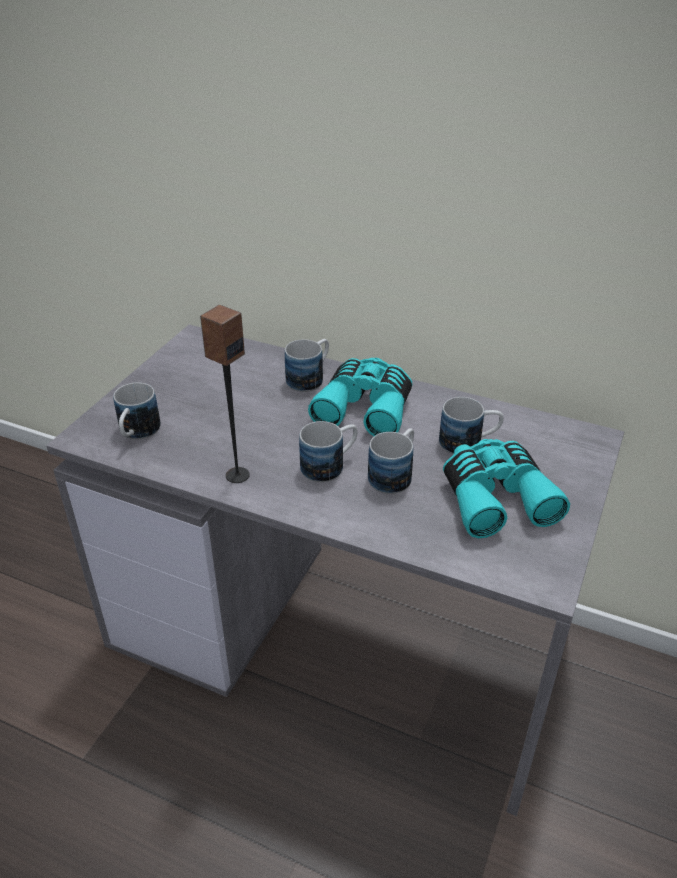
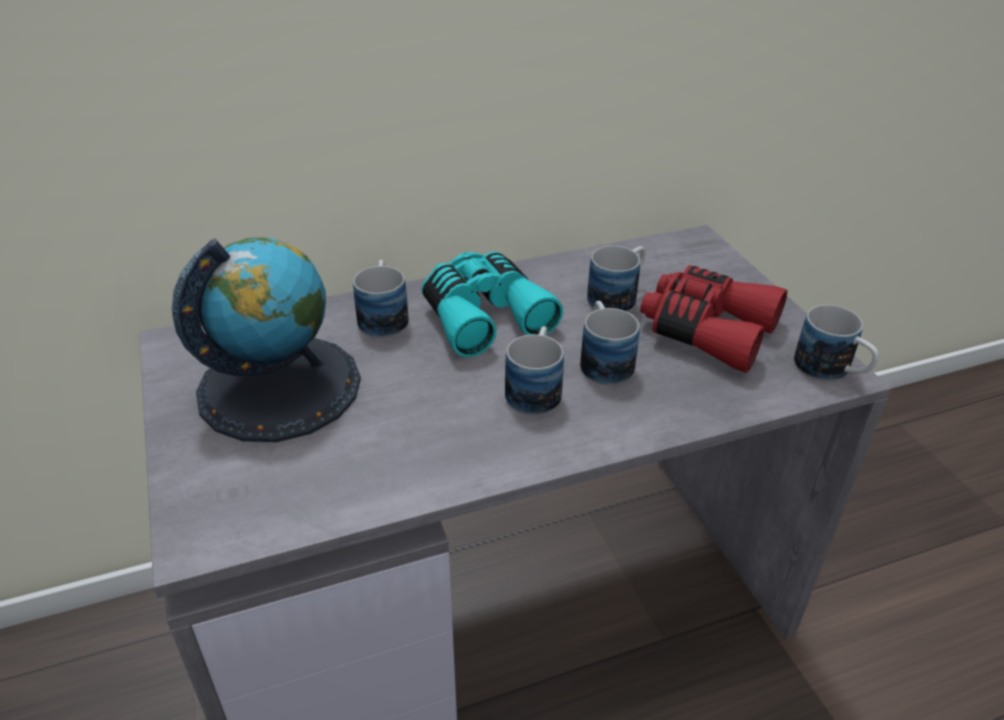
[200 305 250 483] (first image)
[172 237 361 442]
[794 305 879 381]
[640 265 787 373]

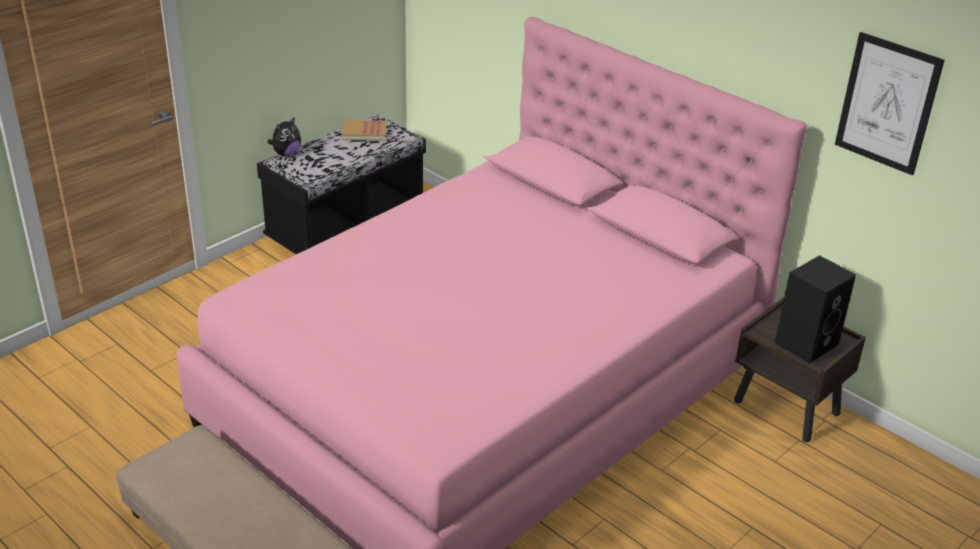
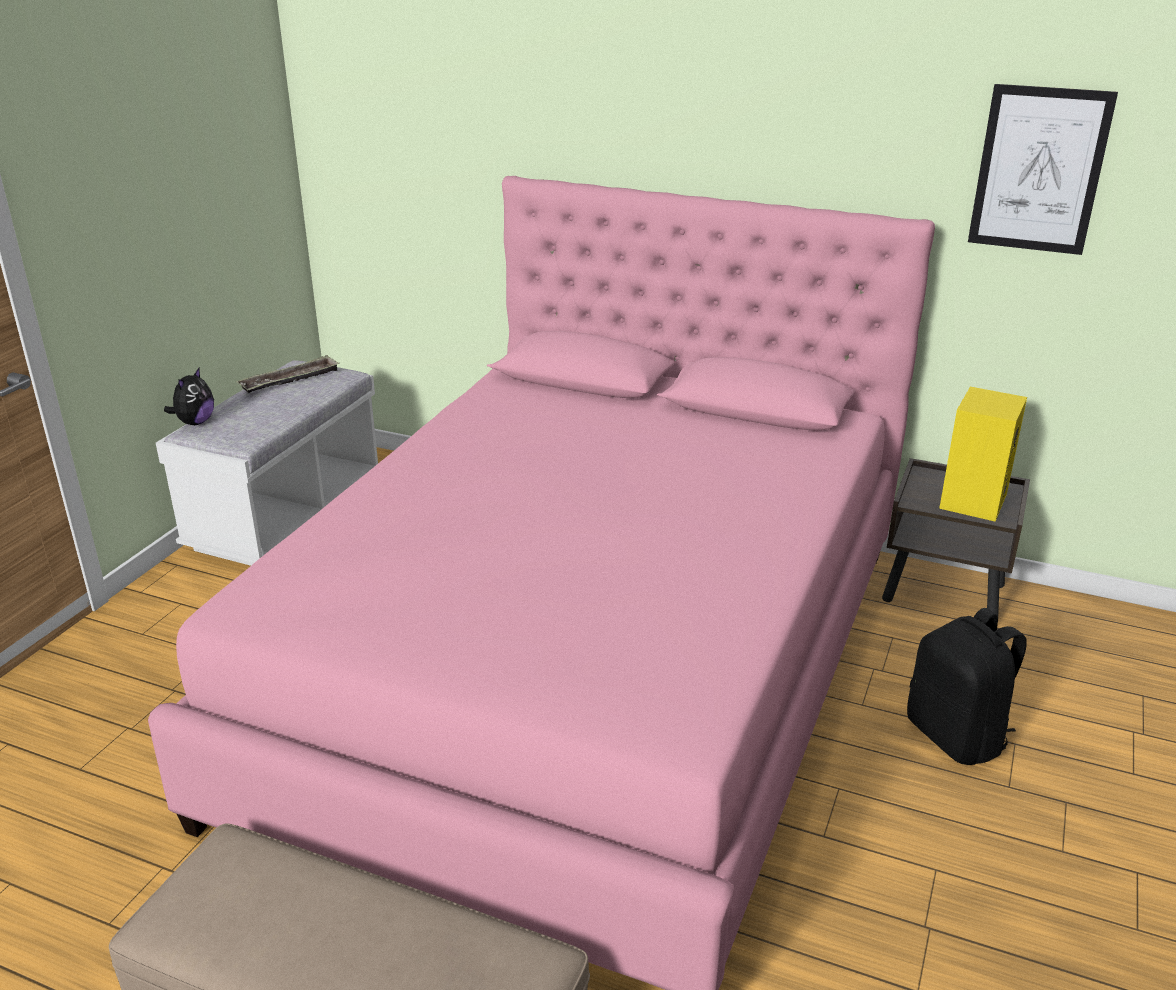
[907 608 1027 765]
[236 355 340 393]
[156 360 378 566]
[939 387 1027 522]

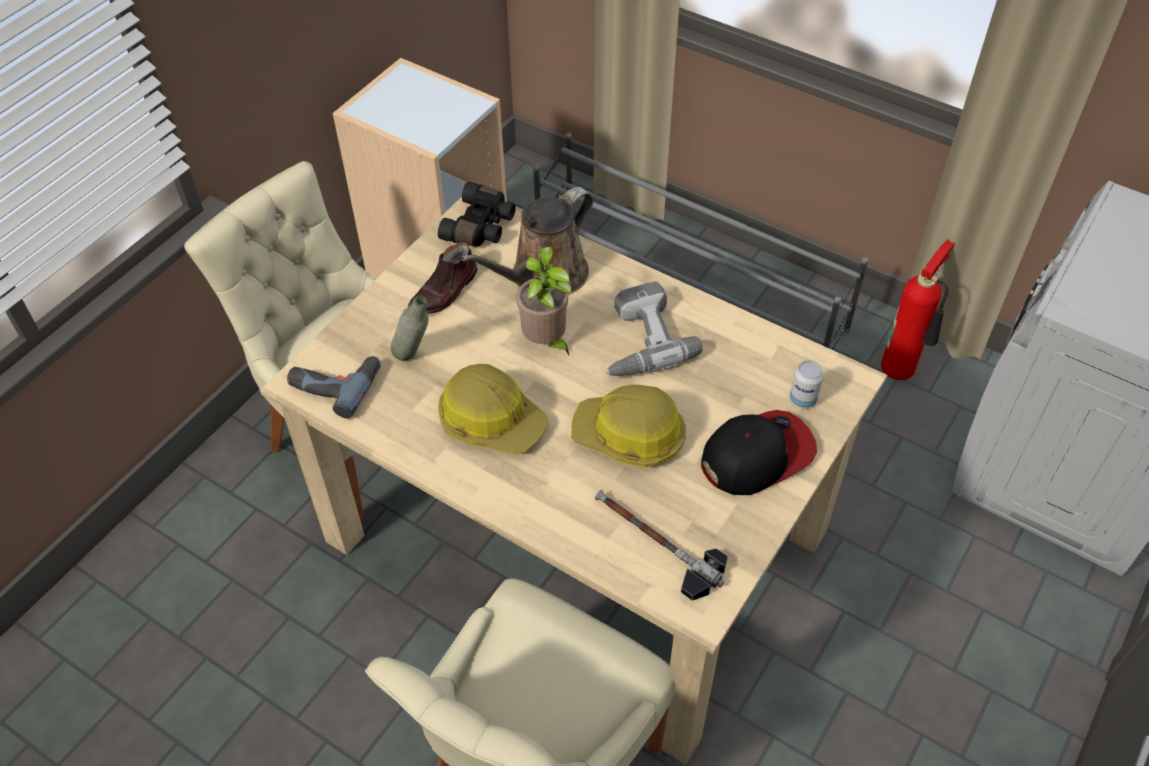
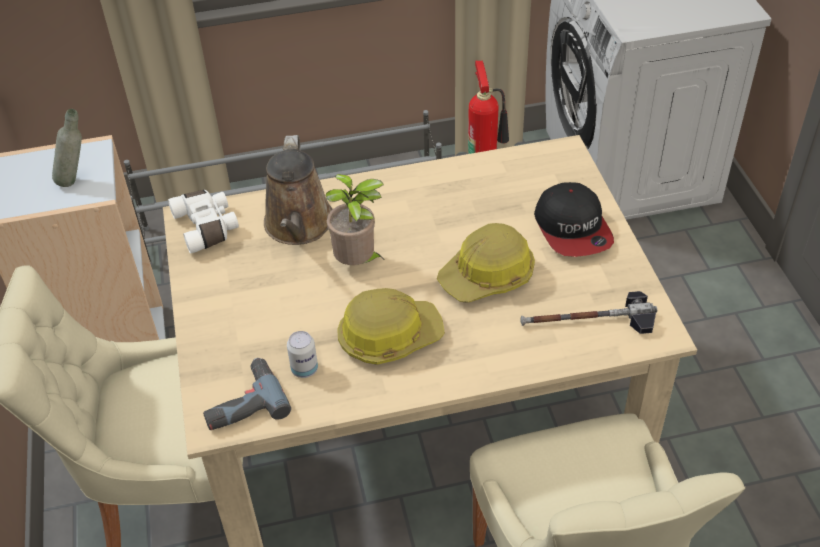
[408 242 478 314] (first image)
[606 281 703 376] (first image)
[52 109 82 187]
[287 331 318 378]
[168 190 239 254]
[534 182 614 257]

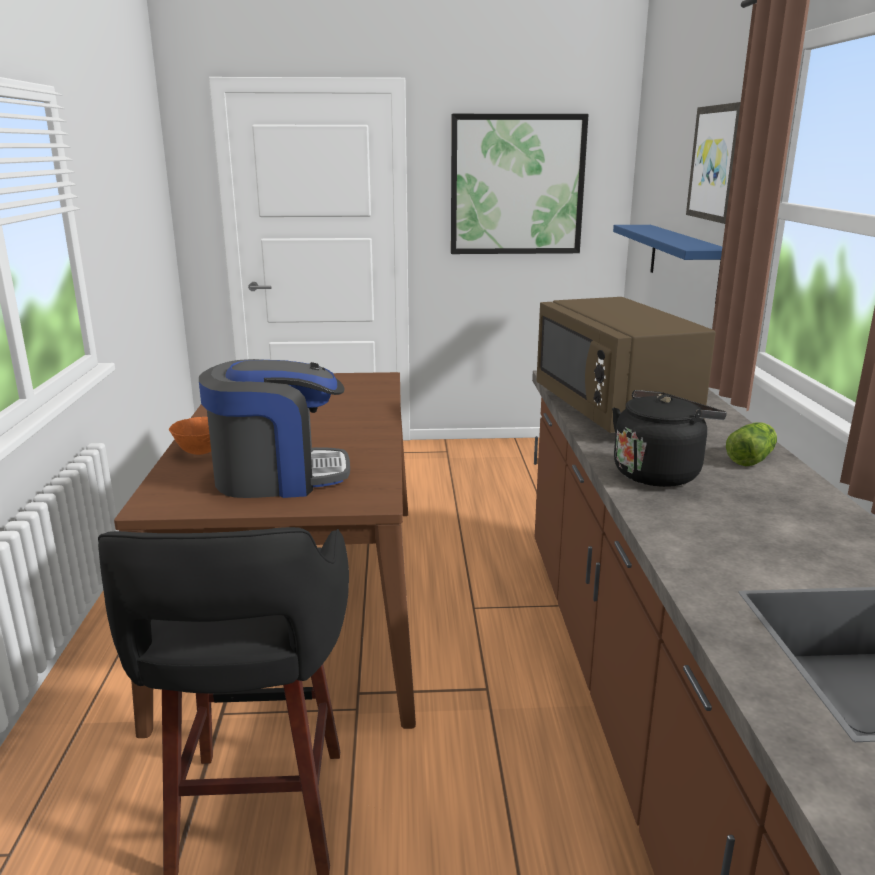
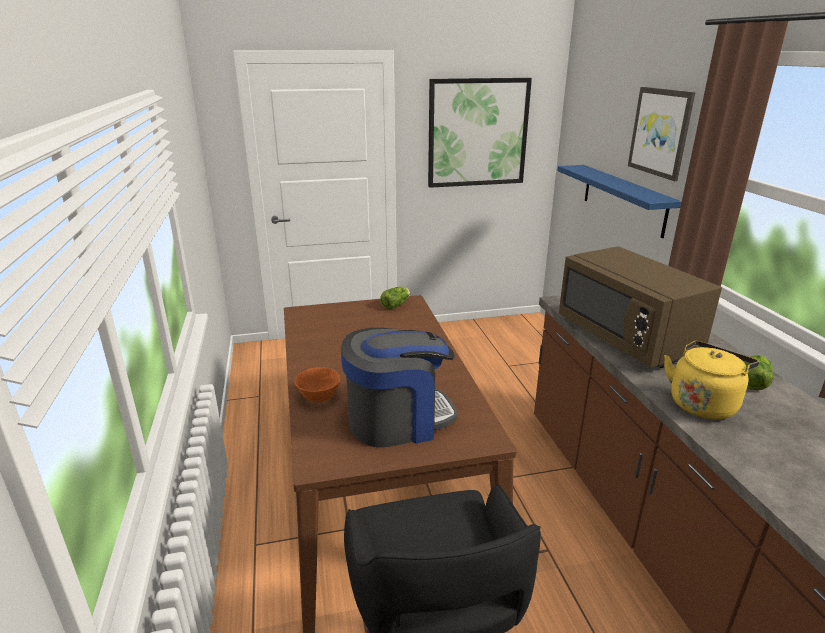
[380 287 410 309]
[664 341 759 420]

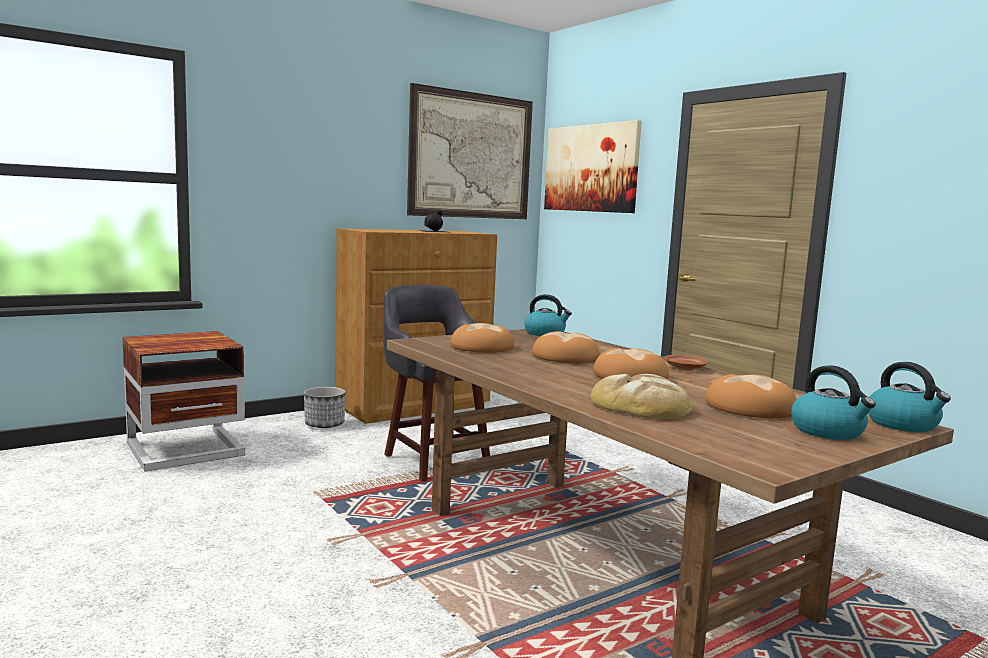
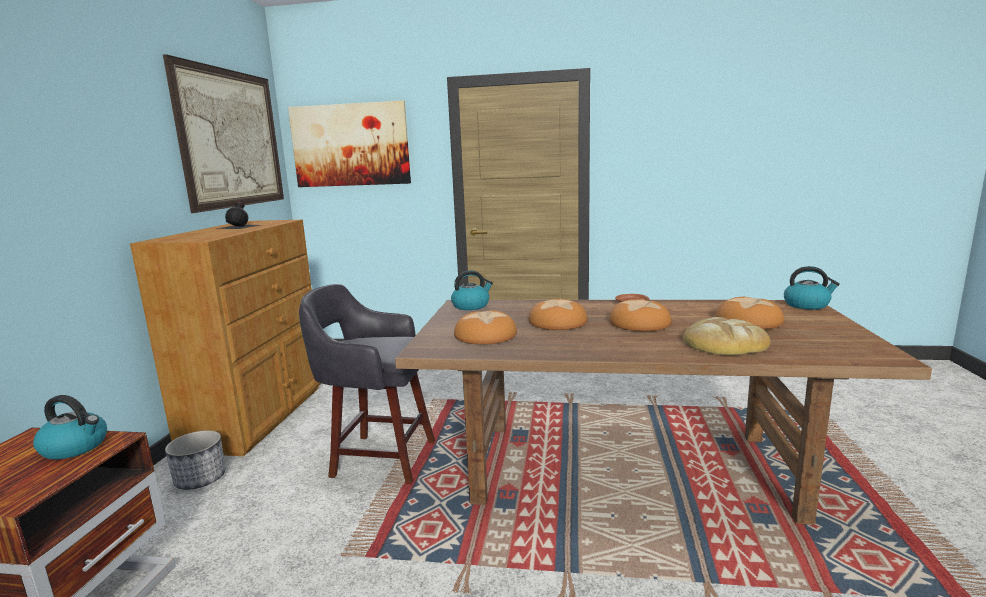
[33 395 107 460]

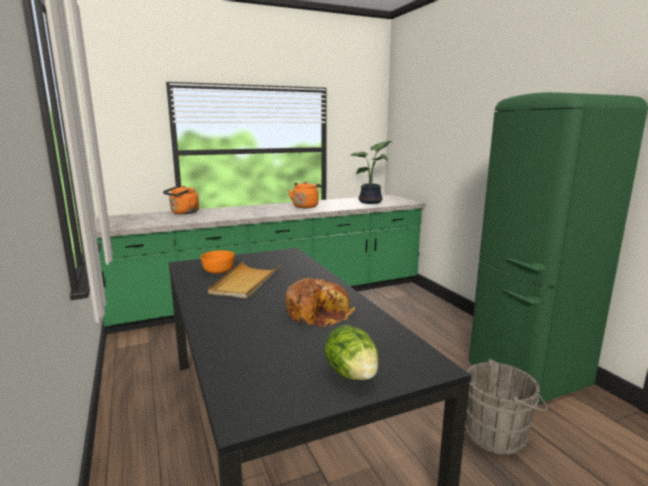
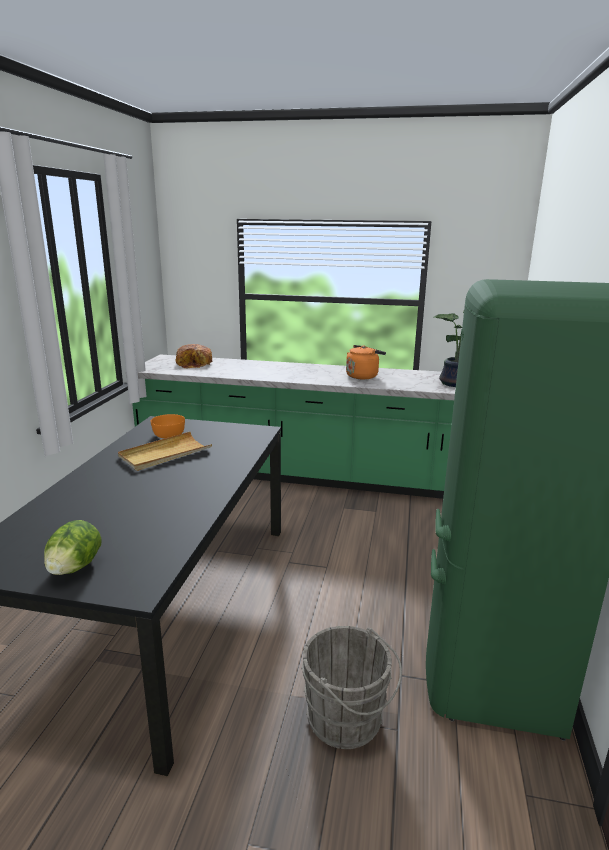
[163 186 199 214] (first image)
[175 344 212 369]

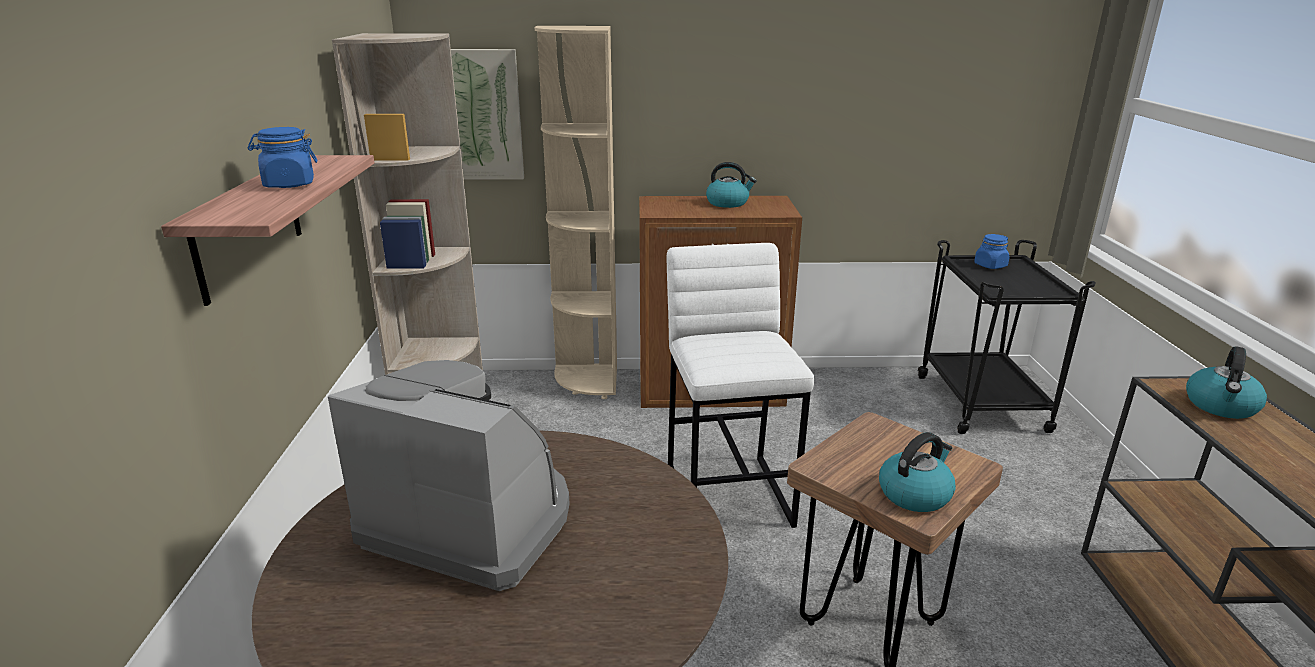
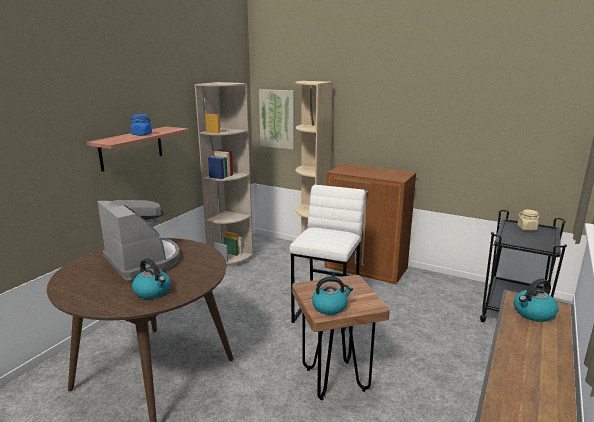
[132 258 171 299]
[517 210 540 231]

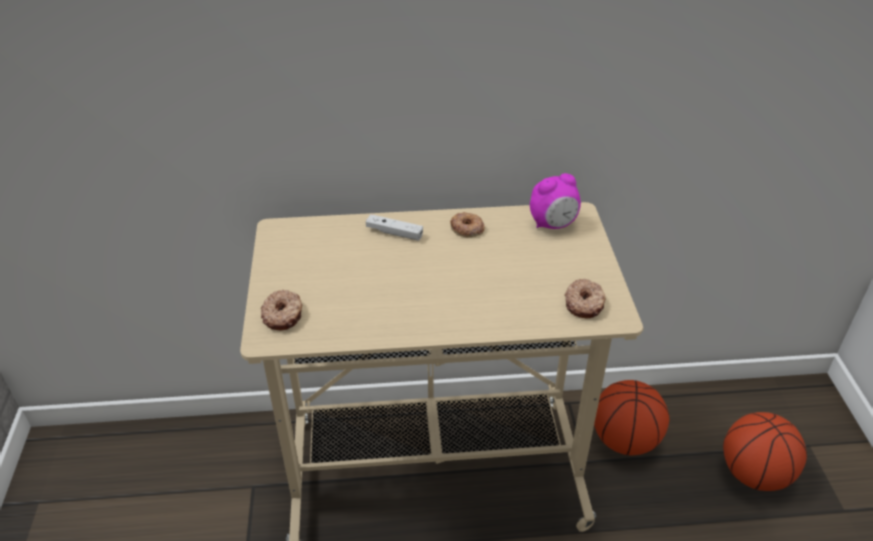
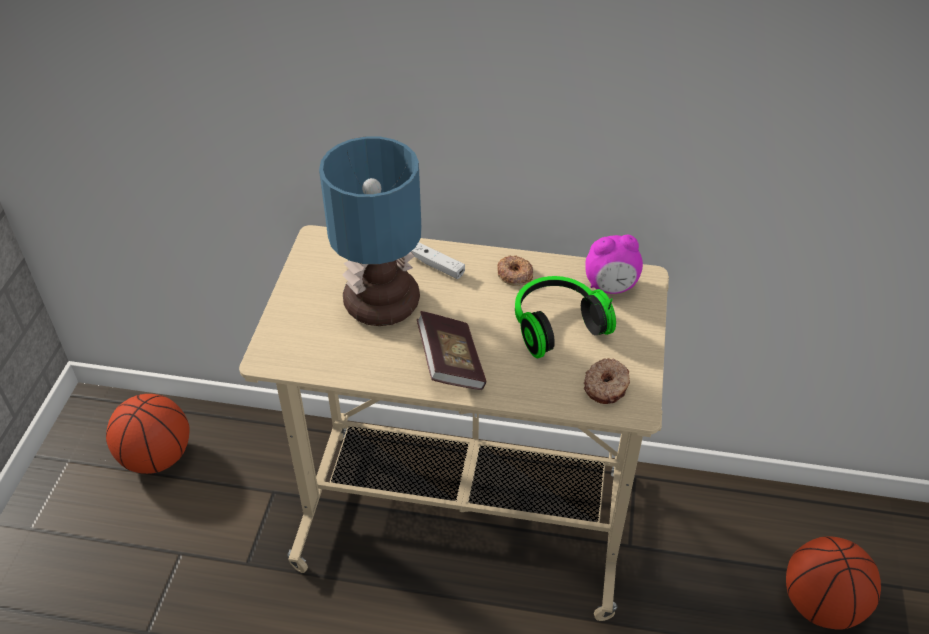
[261 290 303 330] (first image)
[319 136 422 326]
[417 311 486 390]
[515 276 616 358]
[106 394 189 474]

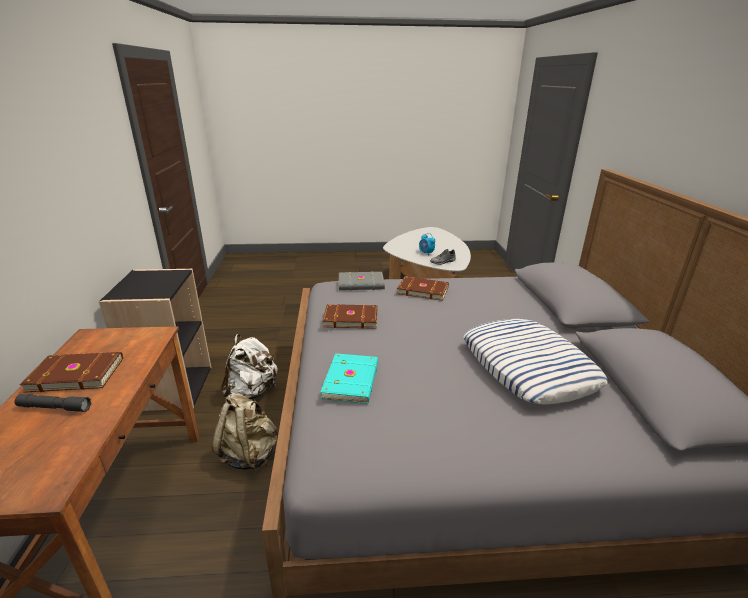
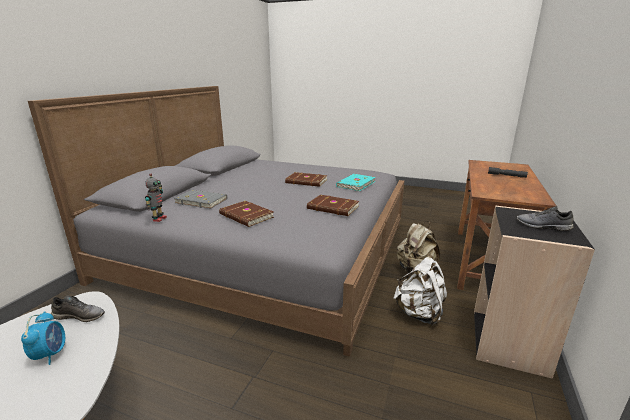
[463 319 608 405] (first image)
[145 173 167 222]
[517 206 574 231]
[285 172 327 187]
[174 190 227 209]

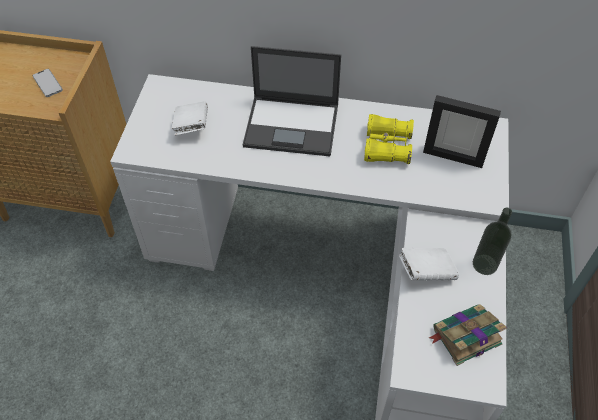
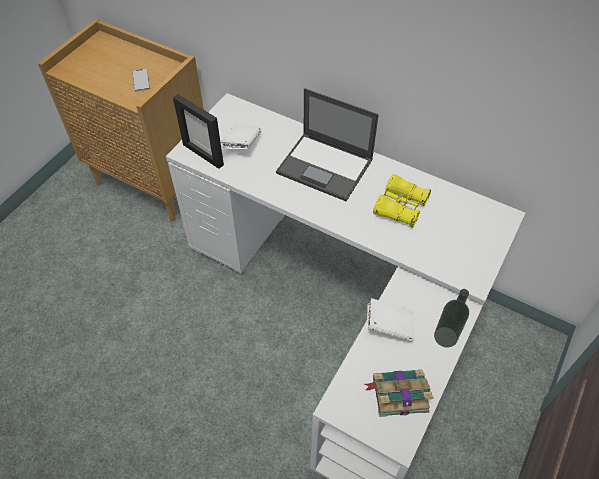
[173 94 224 169]

